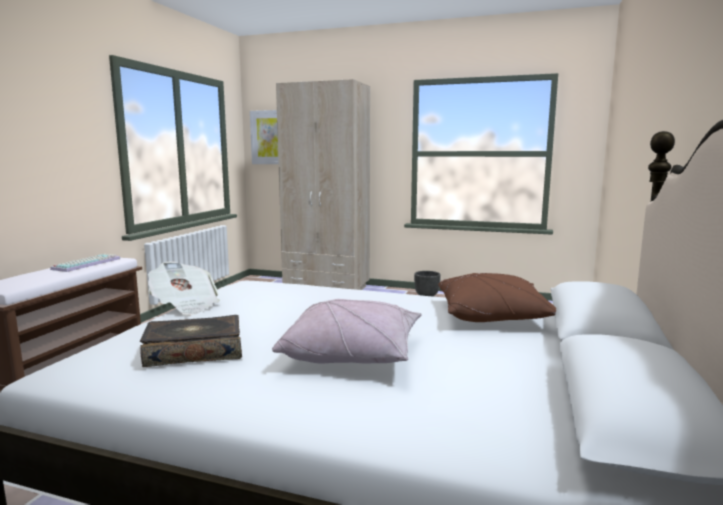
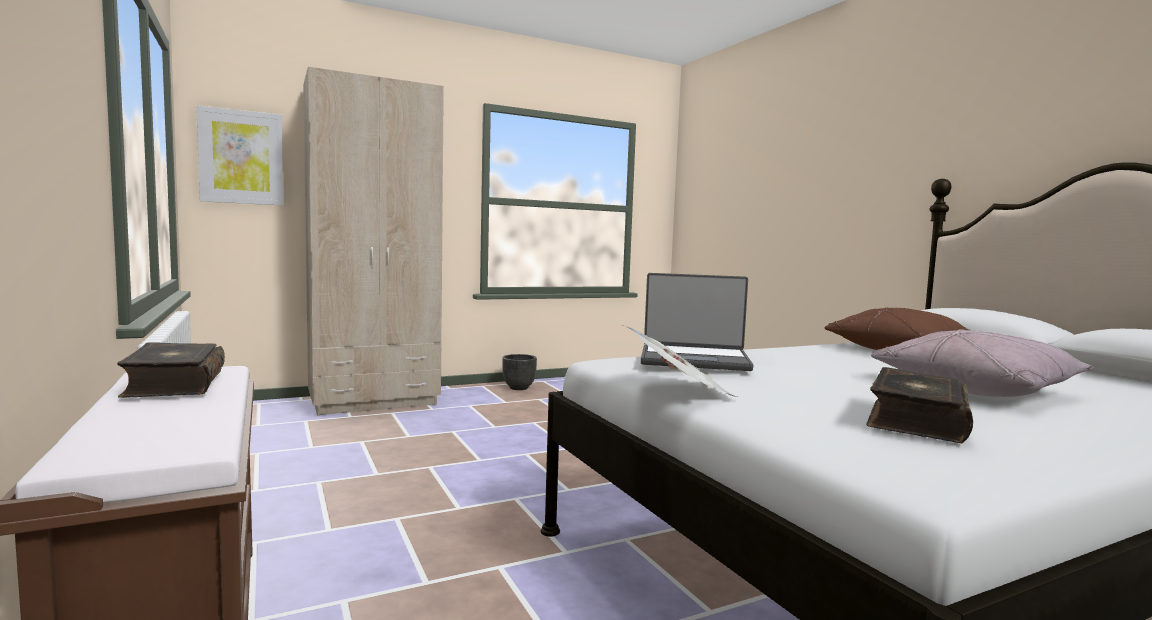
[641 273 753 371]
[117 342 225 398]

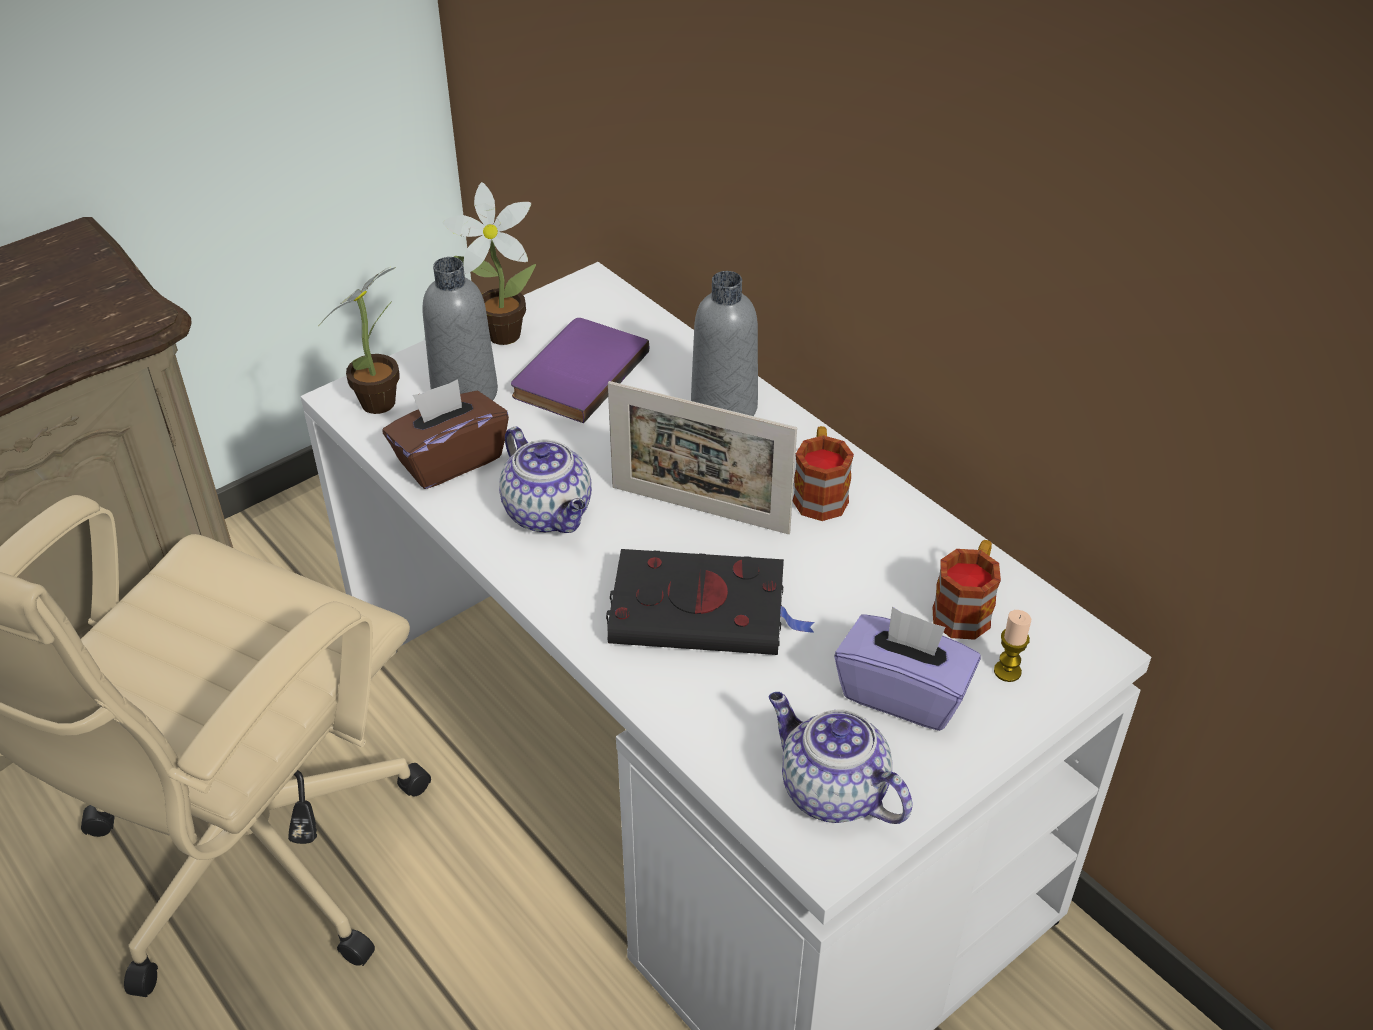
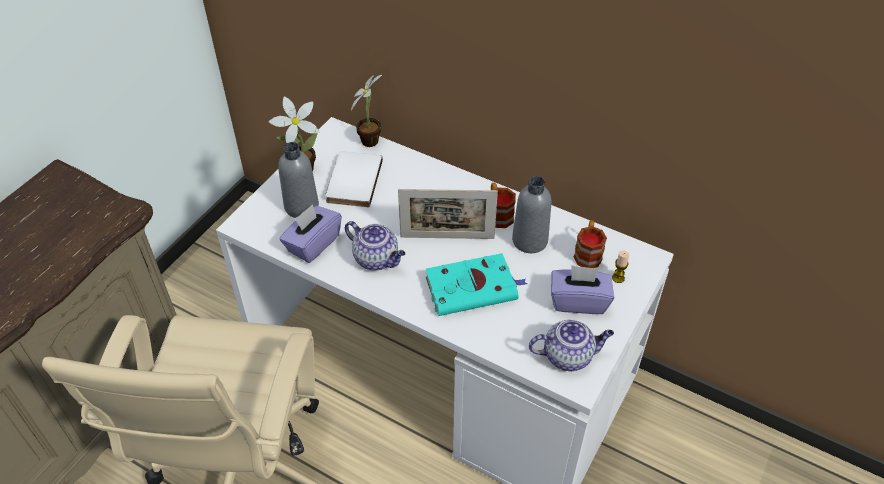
[351 75 382 147]
[512 176 551 253]
[279 204 342 263]
[325 152 383 207]
[426 253 527 316]
[529 320 614 371]

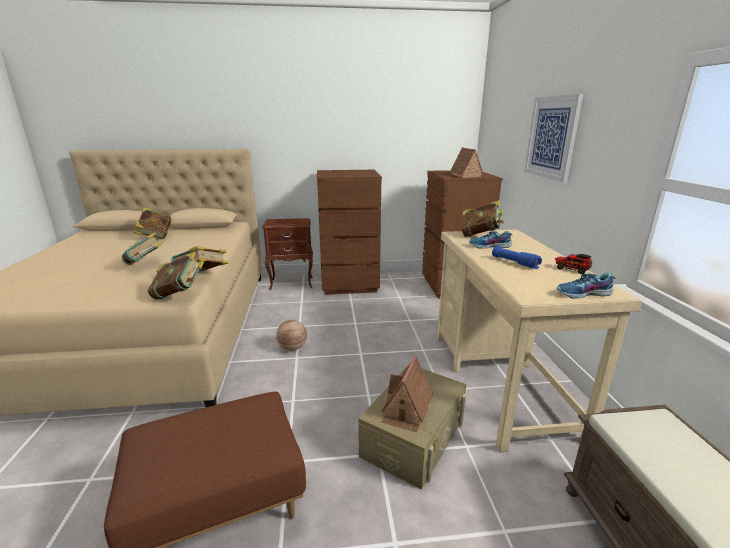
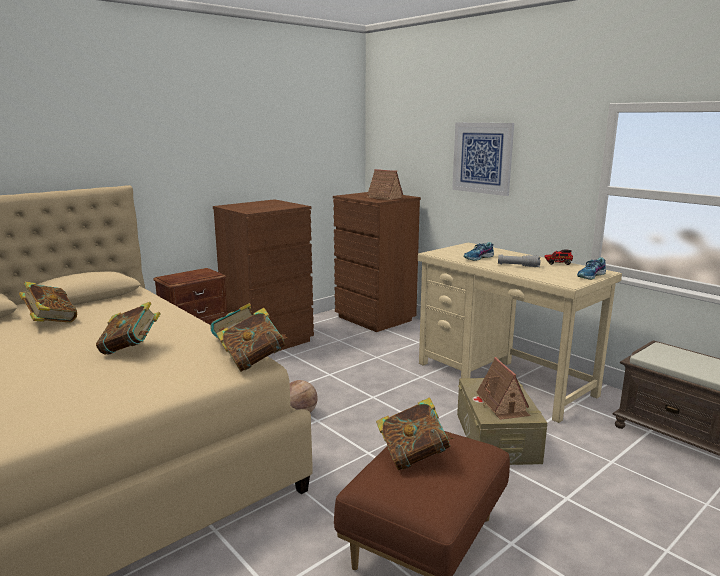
[376 397 454 470]
[498 254 541 267]

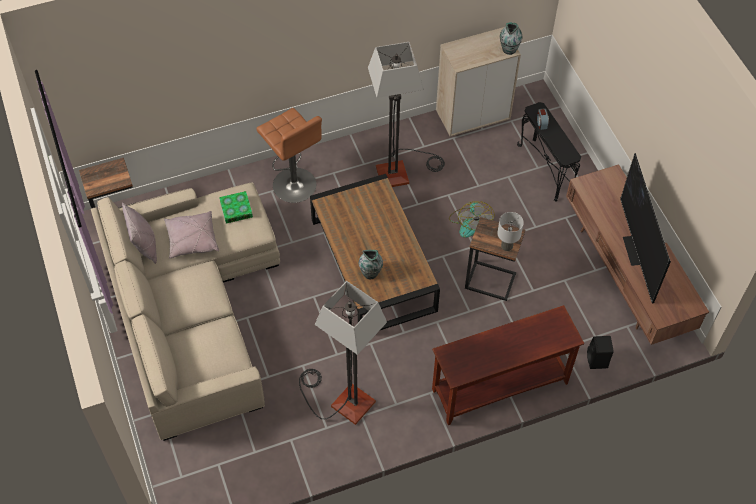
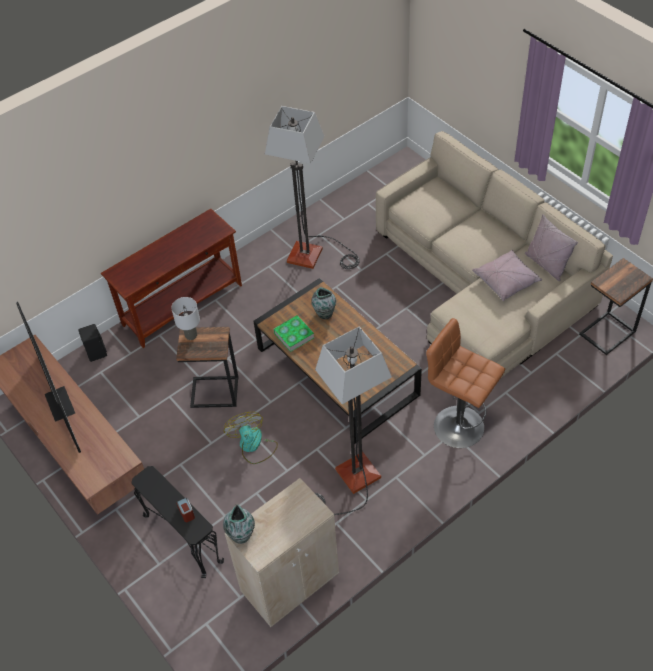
[273 315 314 352]

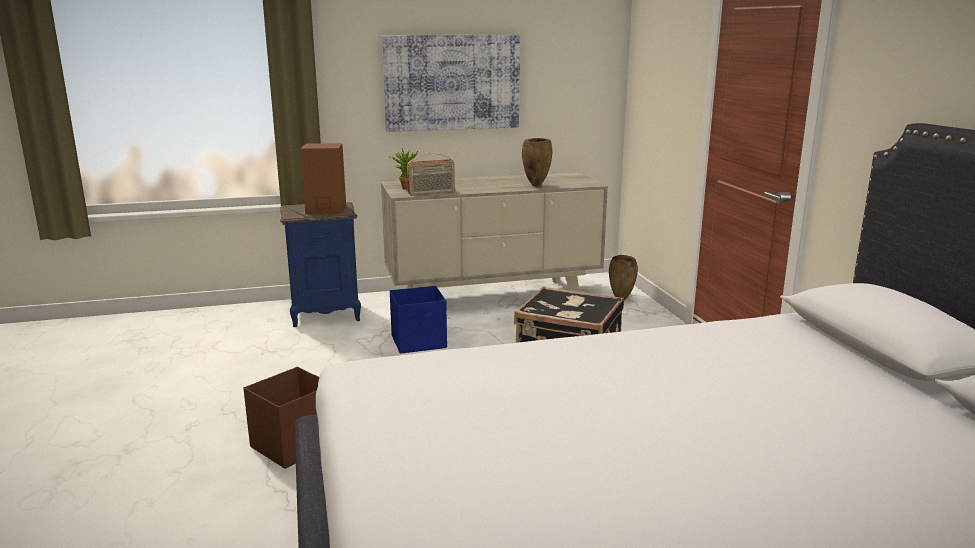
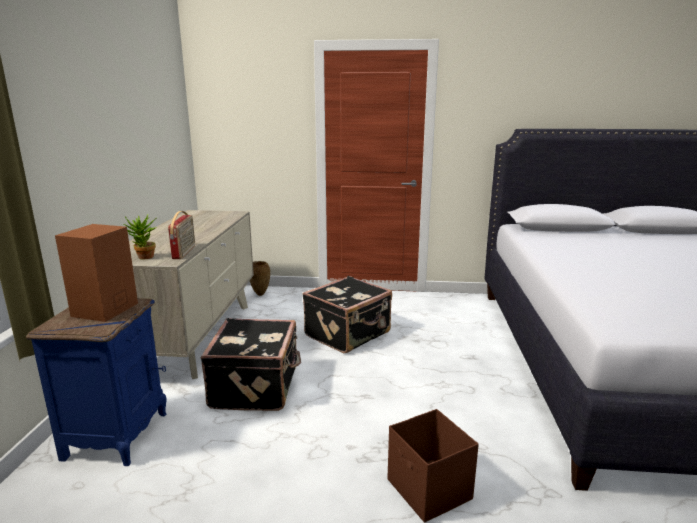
[382 35 520 132] (first image)
[522 138 553 186] (first image)
[201 318 301 411]

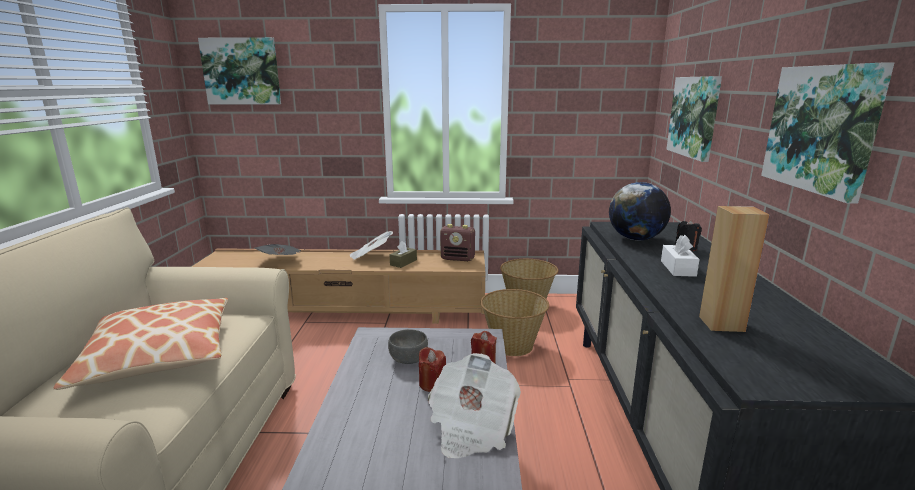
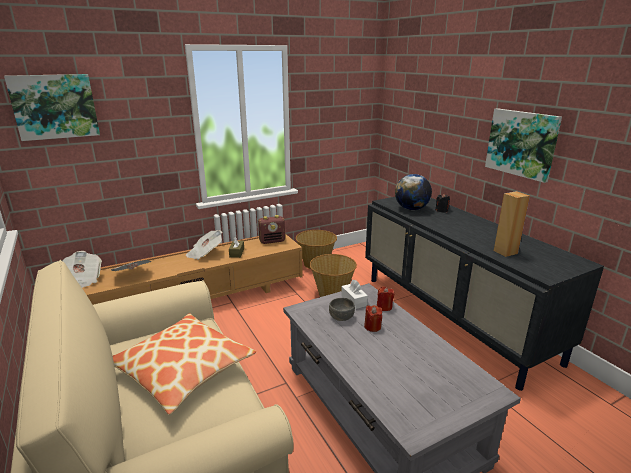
[666 76 722 162] (first image)
[63 251 102 288]
[341 280 368 309]

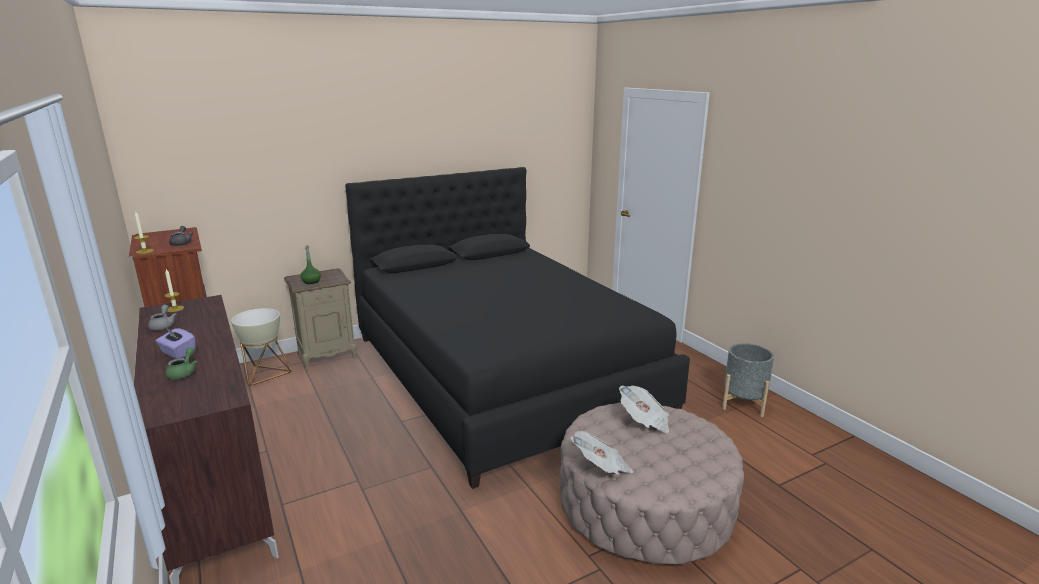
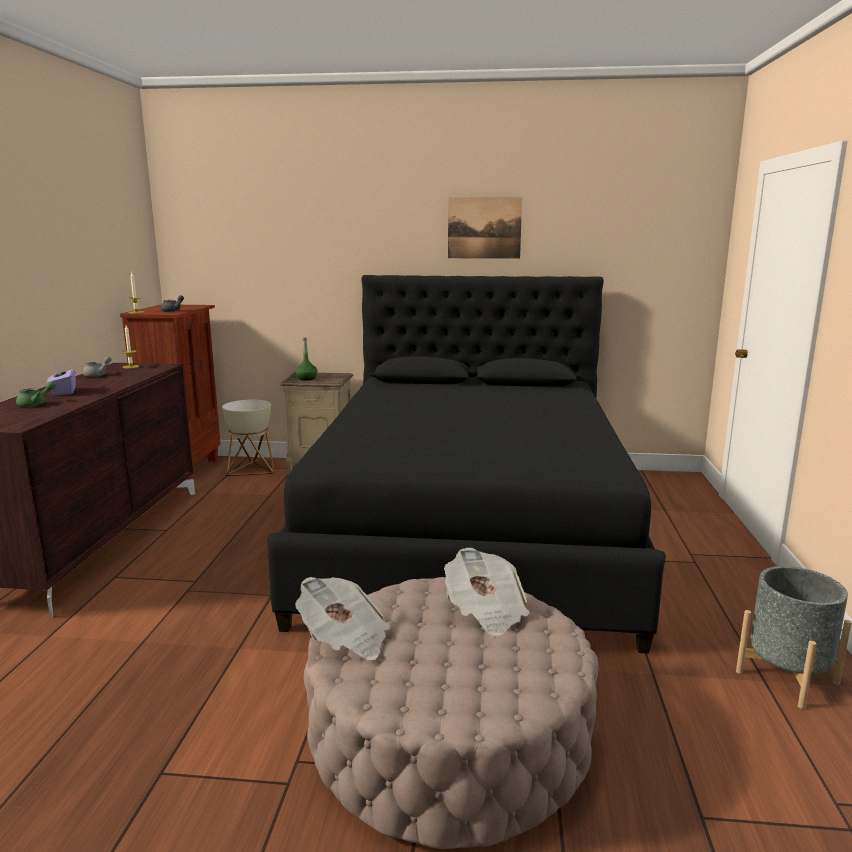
[448 197 522 259]

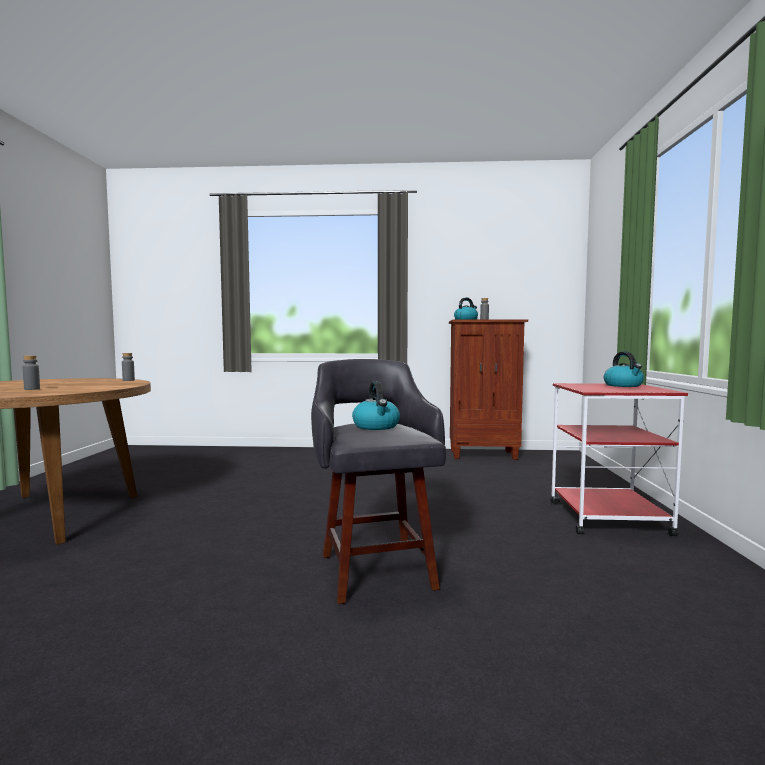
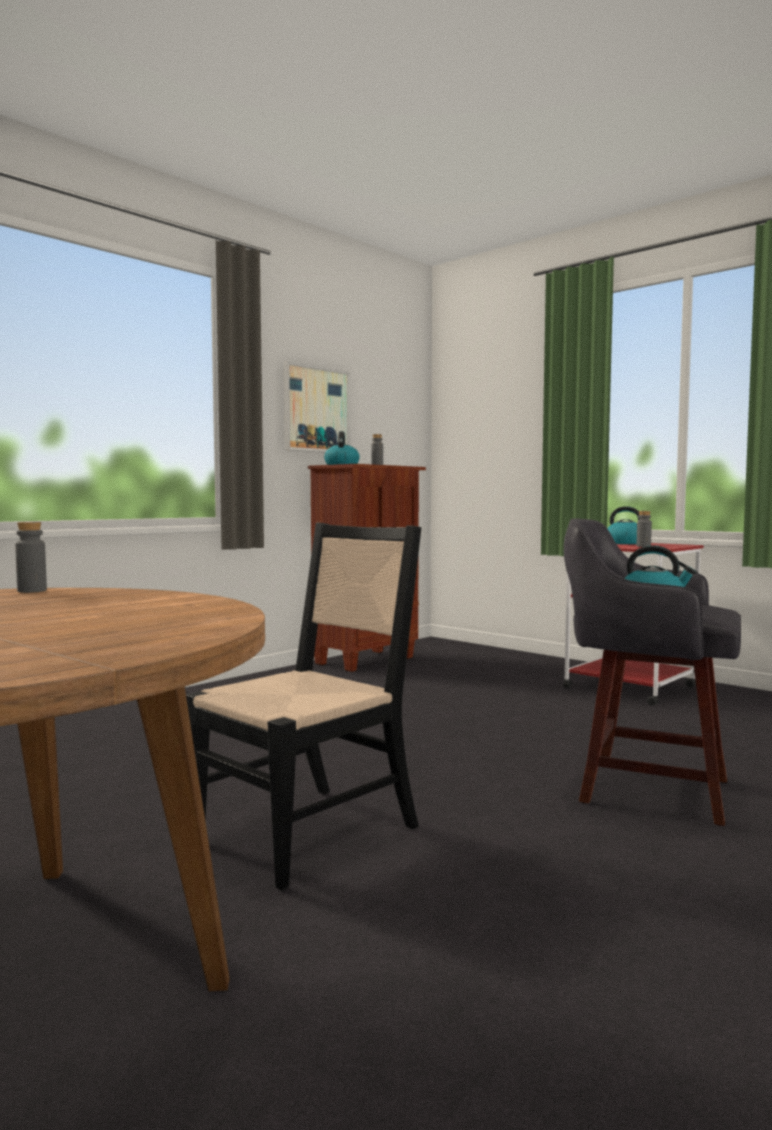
[186 523 421 890]
[283 361 351 453]
[636 511 652 547]

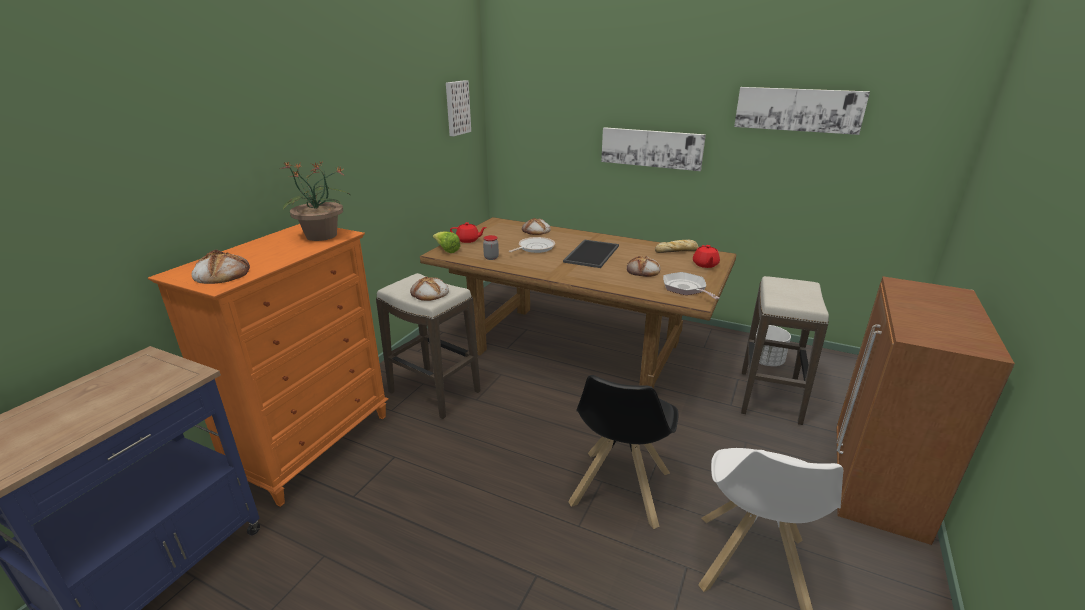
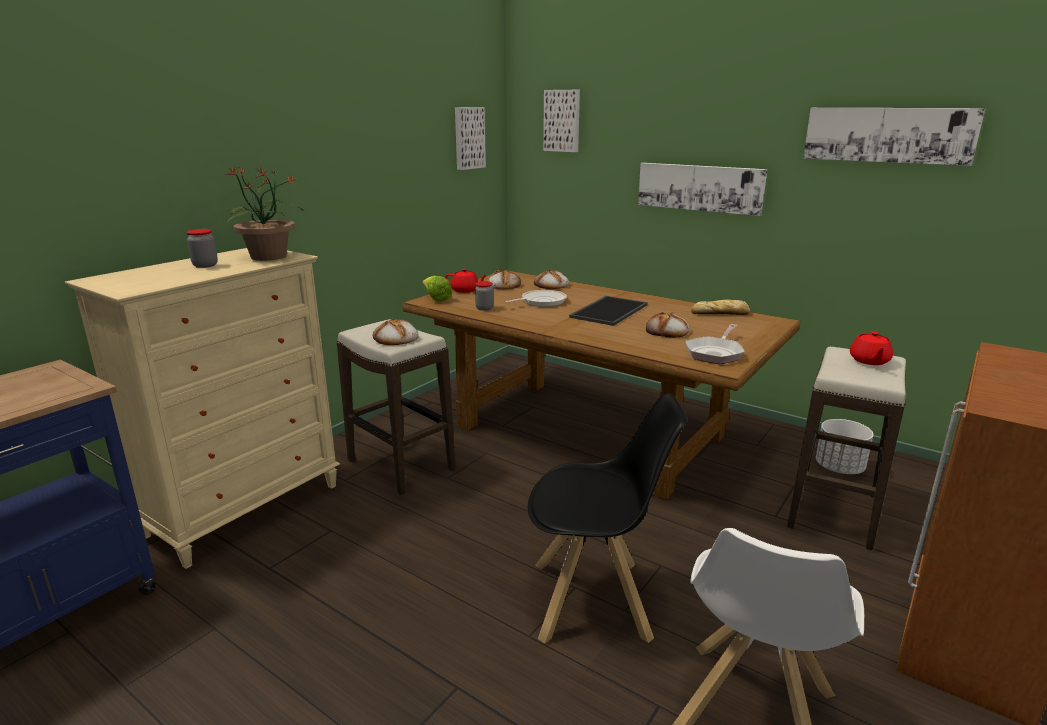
[187 229 218 268]
[543 90 580 152]
[488 268 521 289]
[850 331 893 365]
[65 248 340 569]
[528 393 688 644]
[686 324 745 364]

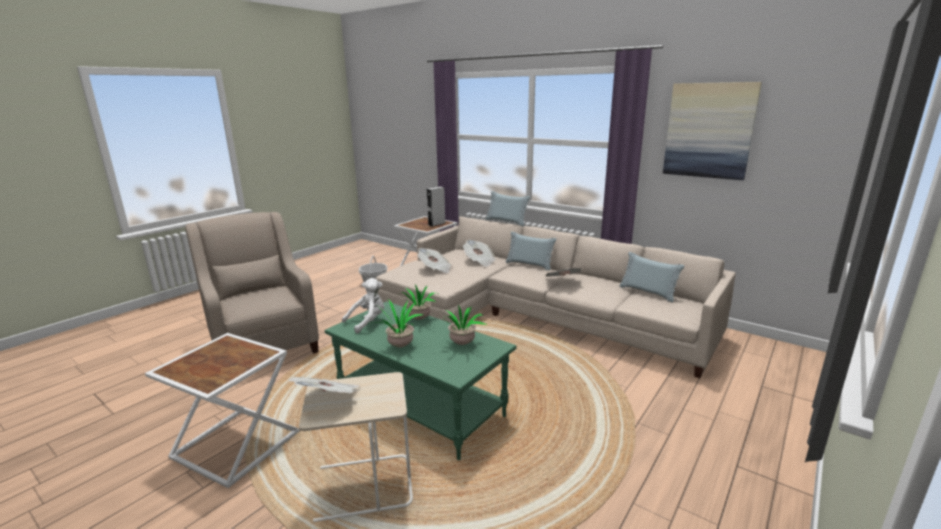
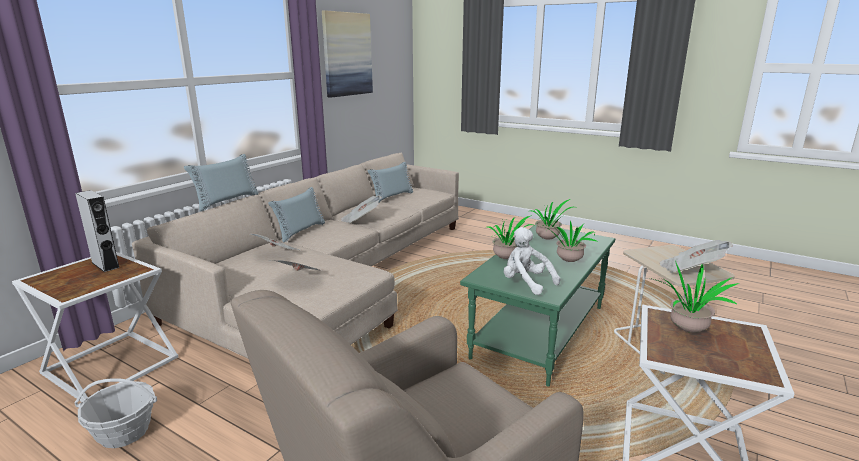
[650 261 739 333]

